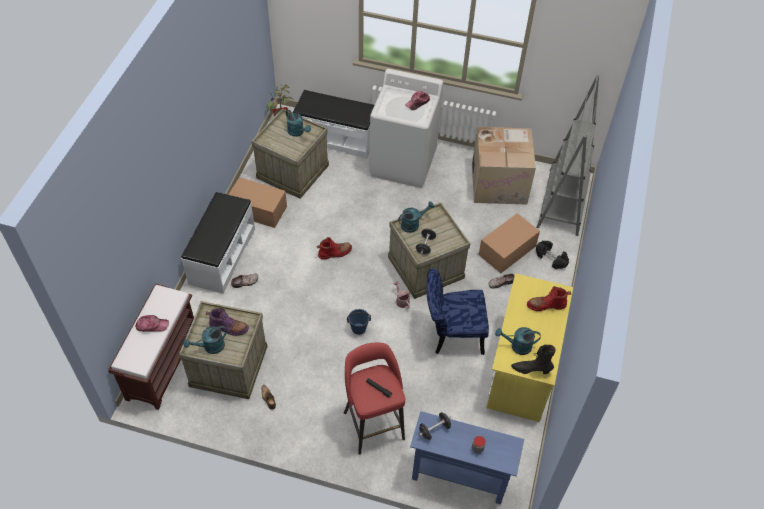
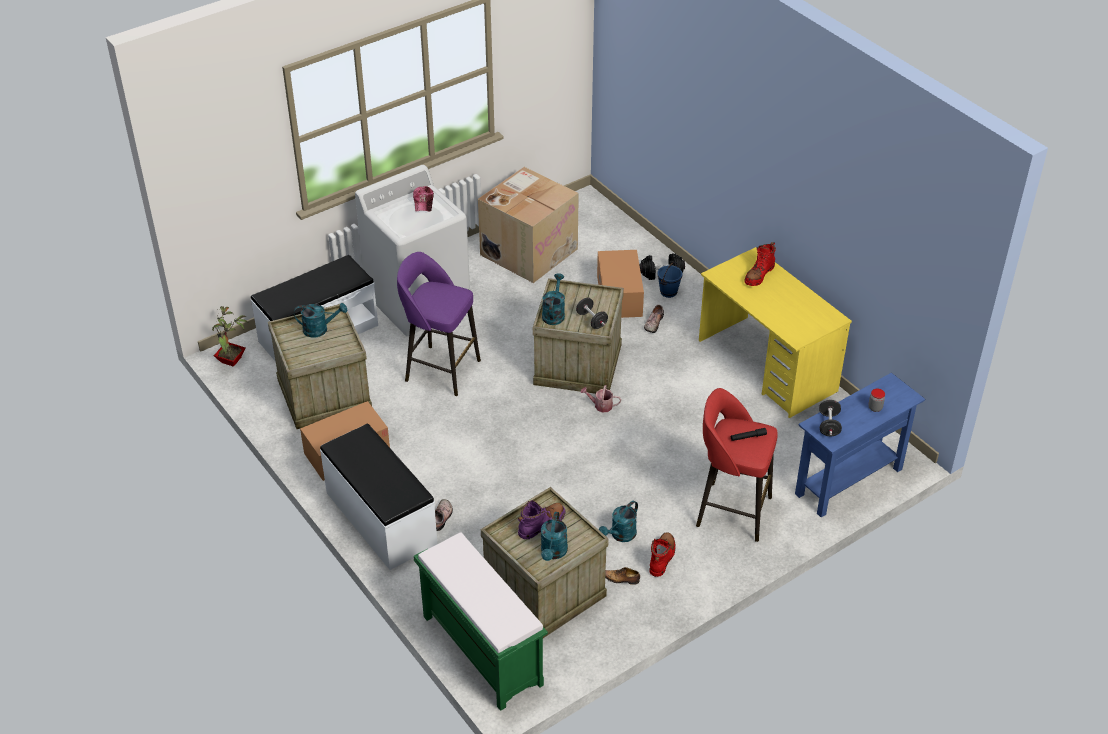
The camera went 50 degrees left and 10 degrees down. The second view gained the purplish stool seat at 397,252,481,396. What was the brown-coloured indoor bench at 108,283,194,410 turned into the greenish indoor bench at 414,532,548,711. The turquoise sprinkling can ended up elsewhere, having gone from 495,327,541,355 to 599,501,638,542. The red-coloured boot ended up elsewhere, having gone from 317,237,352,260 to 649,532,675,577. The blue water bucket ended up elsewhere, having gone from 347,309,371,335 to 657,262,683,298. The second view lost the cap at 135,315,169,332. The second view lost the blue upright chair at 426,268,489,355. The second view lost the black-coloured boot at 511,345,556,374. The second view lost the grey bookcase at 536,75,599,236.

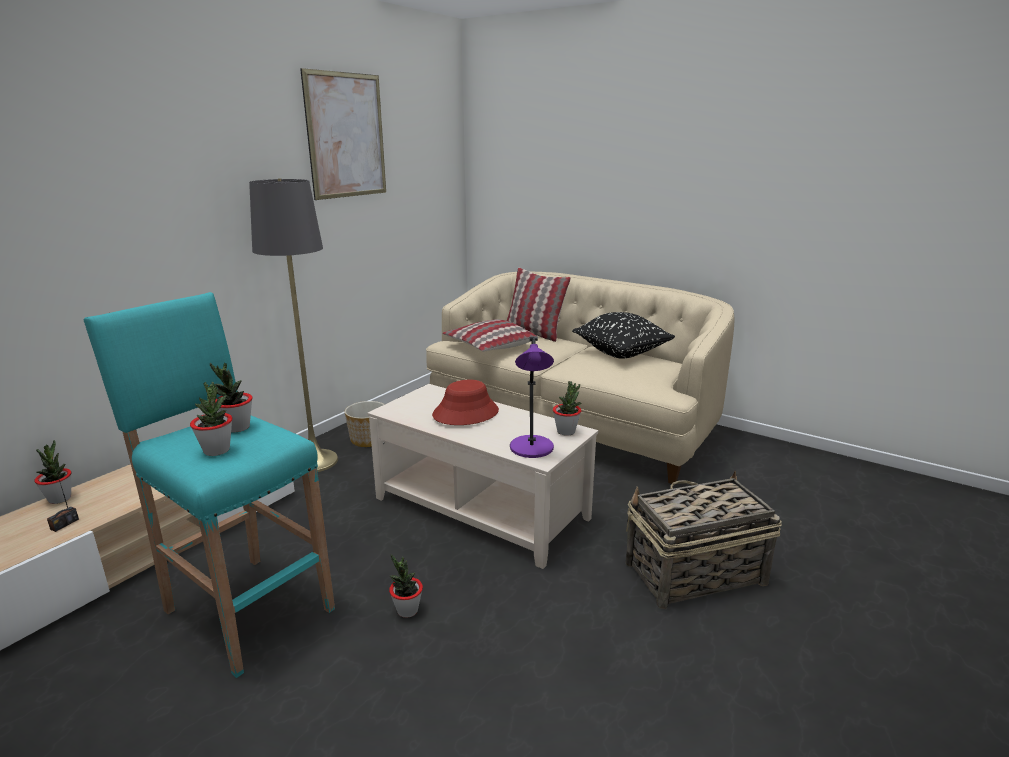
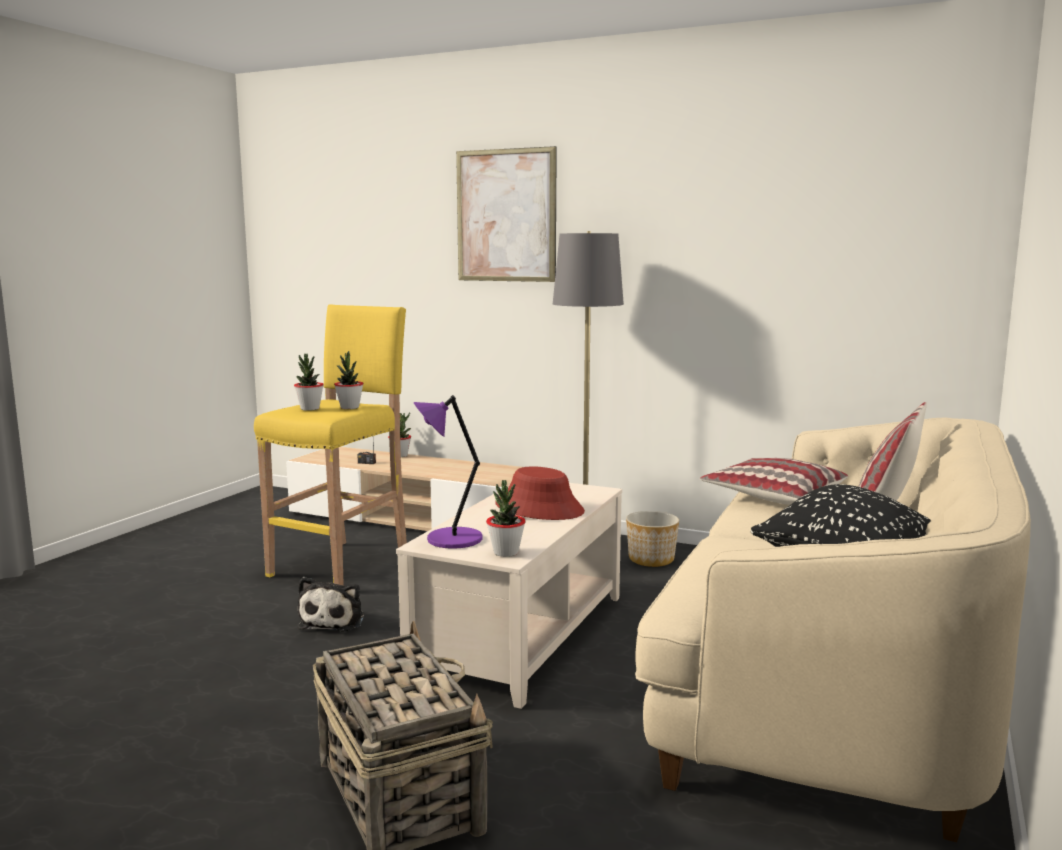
The camera went 80 degrees right and 10 degrees down. What was the turquoise stool seat at 83,292,335,678 turned into the yellow stool seat at 254,304,407,585. Where the plant in a pot stood at 389,554,423,618, the plush toy came to stand at 297,577,364,632. The wall art ended up elsewhere, having gone from 300,68,386,200 to 456,146,557,282.

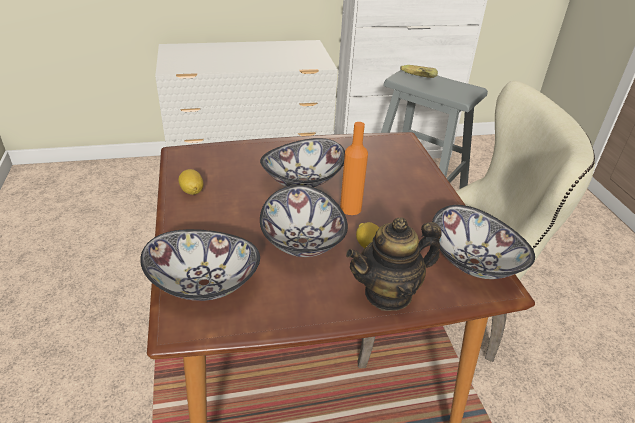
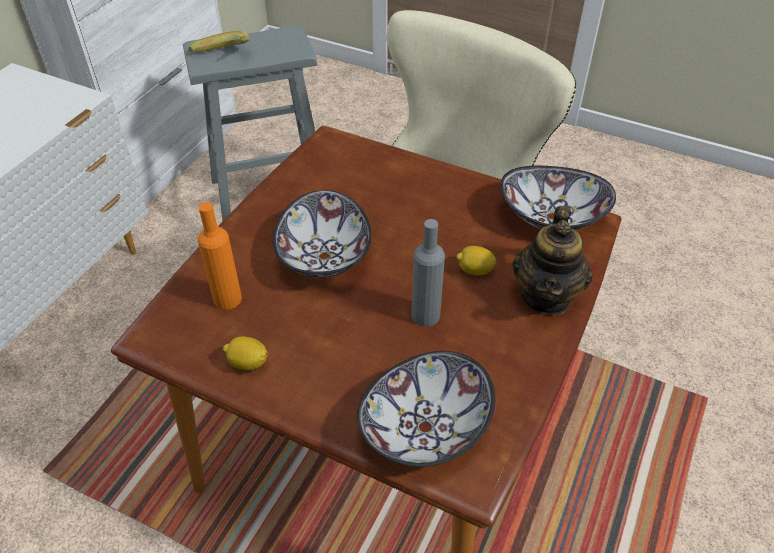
The camera went 50 degrees left and 10 degrees up. The orangey drink bottle ended up elsewhere, having gone from 340,122,368,215 to 198,202,242,310. Where the bowl stood at 260,185,348,257, the grey drink bottle came to stand at 411,219,445,327.

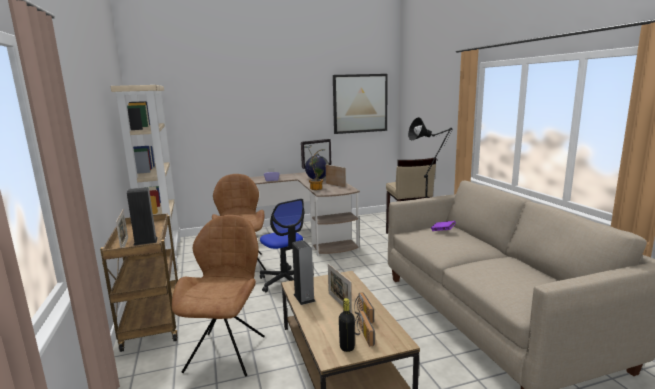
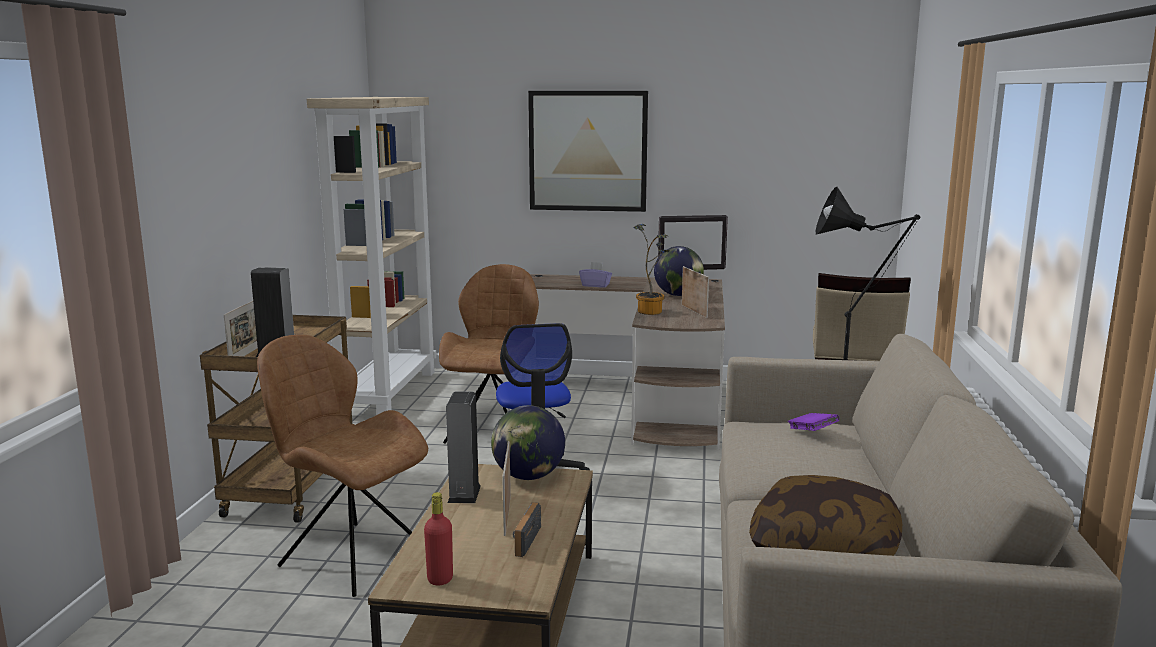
The camera went 25 degrees right and 0 degrees up. The brown-coloured upright chair at 172,215,265,377 ended up facing another way, 90 degrees counterclockwise from before. What was the black-coloured drink bottle at 339,298,355,352 turned into the red-coloured drink bottle at 424,492,453,586. The second view gained the globe at 491,405,565,480. The wall art ended up elsewhere, having gone from 333,74,388,134 to 528,91,648,212. The second view gained the pillow at 749,475,902,556. The second view lost the radio receiver at 355,311,375,346.

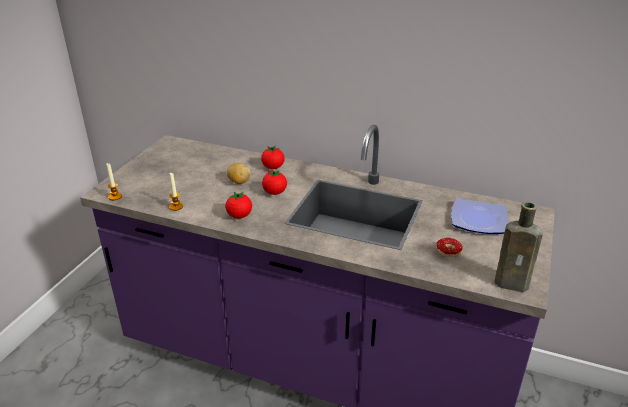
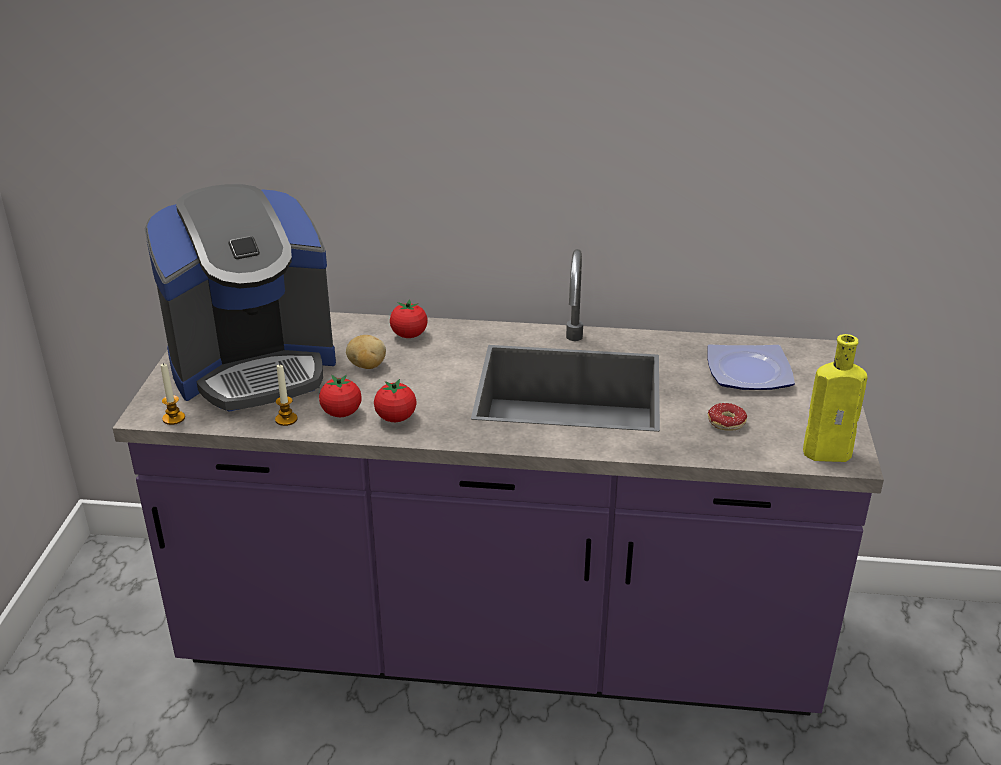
The camera went 15 degrees left and 0 degrees up. The second view gained the coffee brewer at 145,184,336,412. The whole tomato ended up elsewhere, having gone from 262,169,287,195 to 319,375,362,417. What was the brown-coloured drink bottle at 495,202,543,292 turned into the yellow drink bottle at 803,334,867,462.

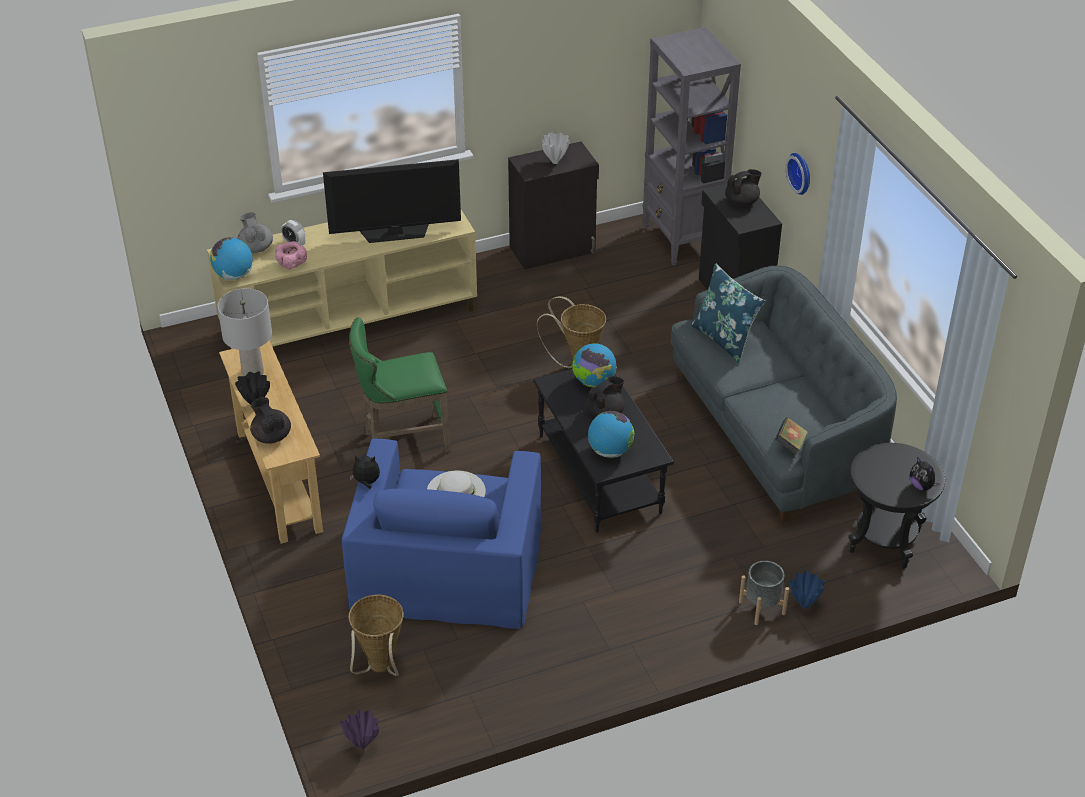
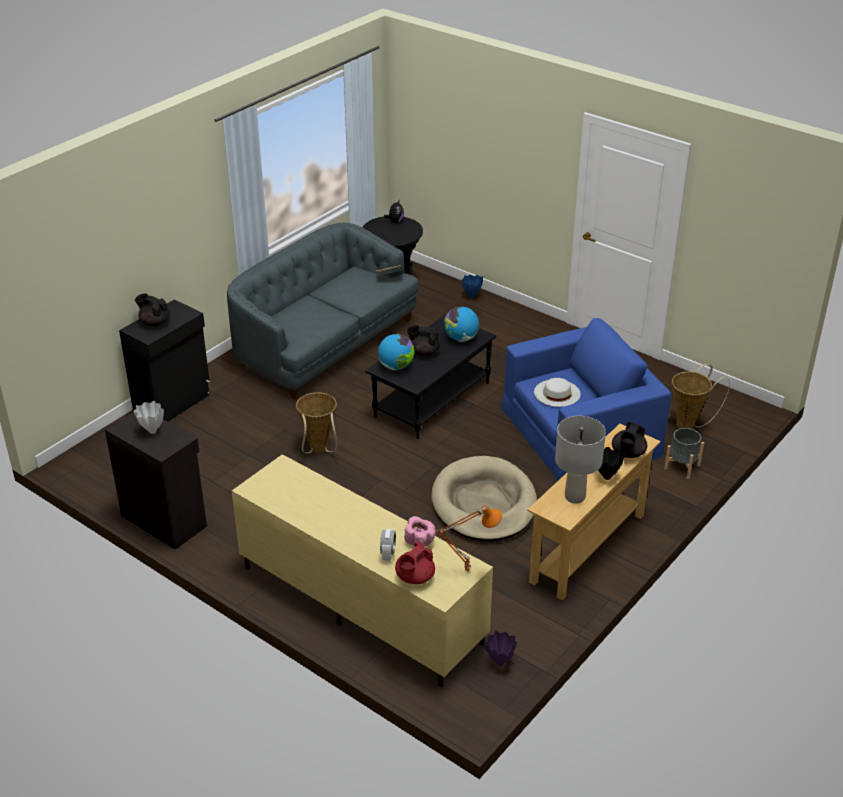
The camera went 120 degrees left and 5 degrees down. What was the grey pot for tea at 237,212,273,253 turned into the red-coloured pot for tea at 395,542,435,584. Where the greenish stool seat stood at 349,317,451,452, the sand-coloured pet bed came to stand at 431,456,537,542. Where the globe stood at 210,237,253,280, the orangey table lamp came to stand at 437,505,502,573. The purplish decorative vase ended up elsewhere, having gone from 340,710,379,749 to 485,631,517,666. The grey planter ended up elsewhere, having gone from 739,561,789,625 to 664,428,704,479. The second view lost the TV at 323,159,461,243. The second view lost the plush toy at 349,455,380,489. The second view lost the grey bookcase at 642,27,741,266. The second view lost the blue pillow at 691,264,765,364. The second view lost the clock on the wall at 785,153,810,195.

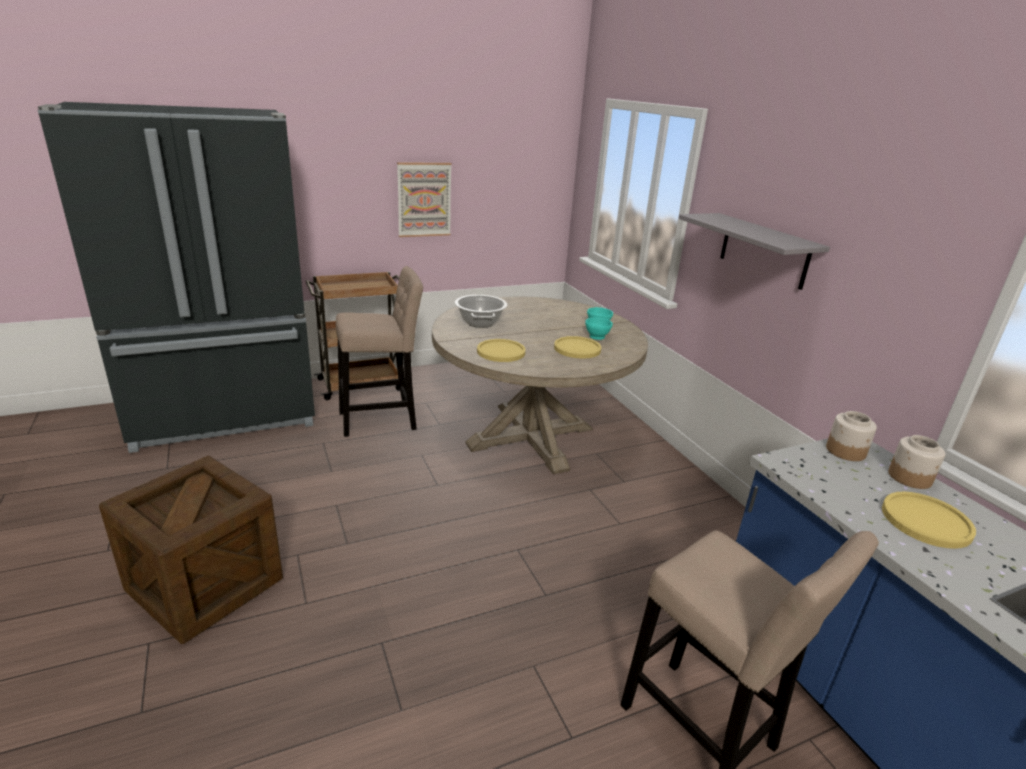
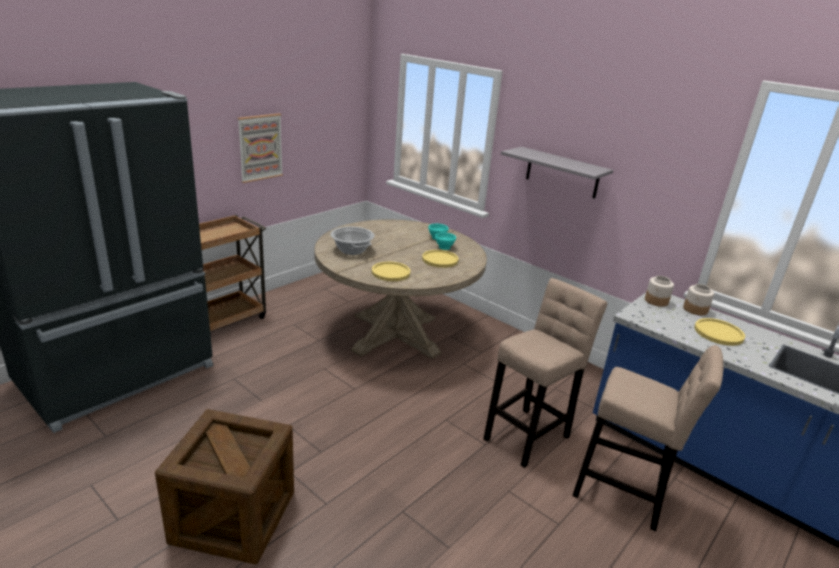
The camera went 25 degrees left and 0 degrees up. The sand-coloured stool seat ended up elsewhere, having gone from 336,266,423,437 to 483,278,607,468.

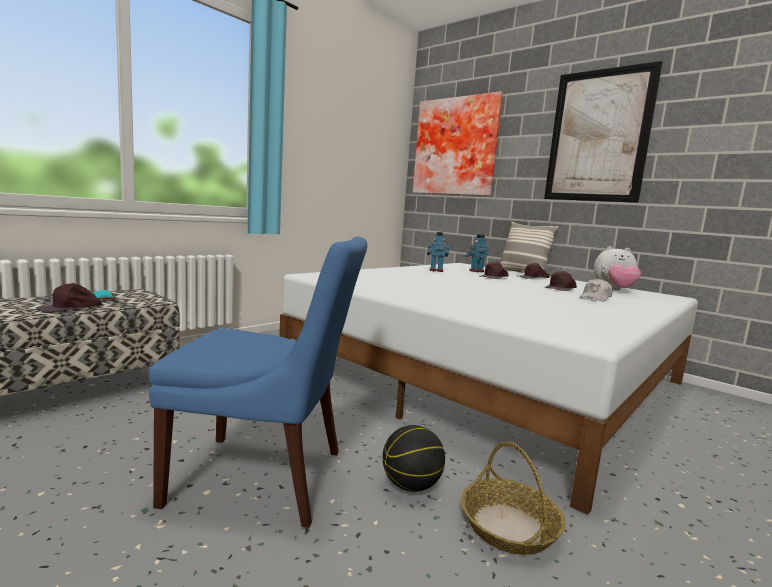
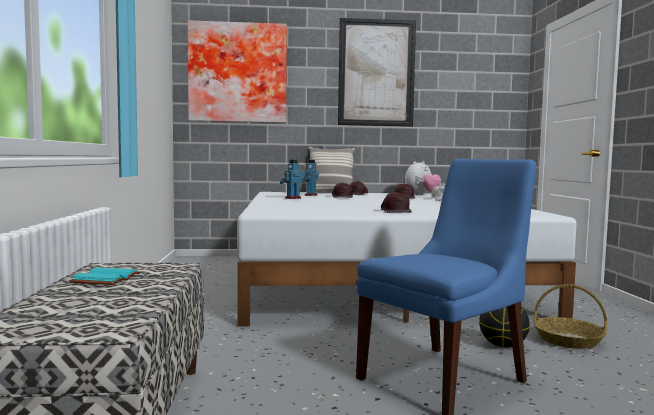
The camera went 45 degrees left and 5 degrees down. The brown-coloured cap ended up elsewhere, having gone from 36,283,102,312 to 381,192,412,213.

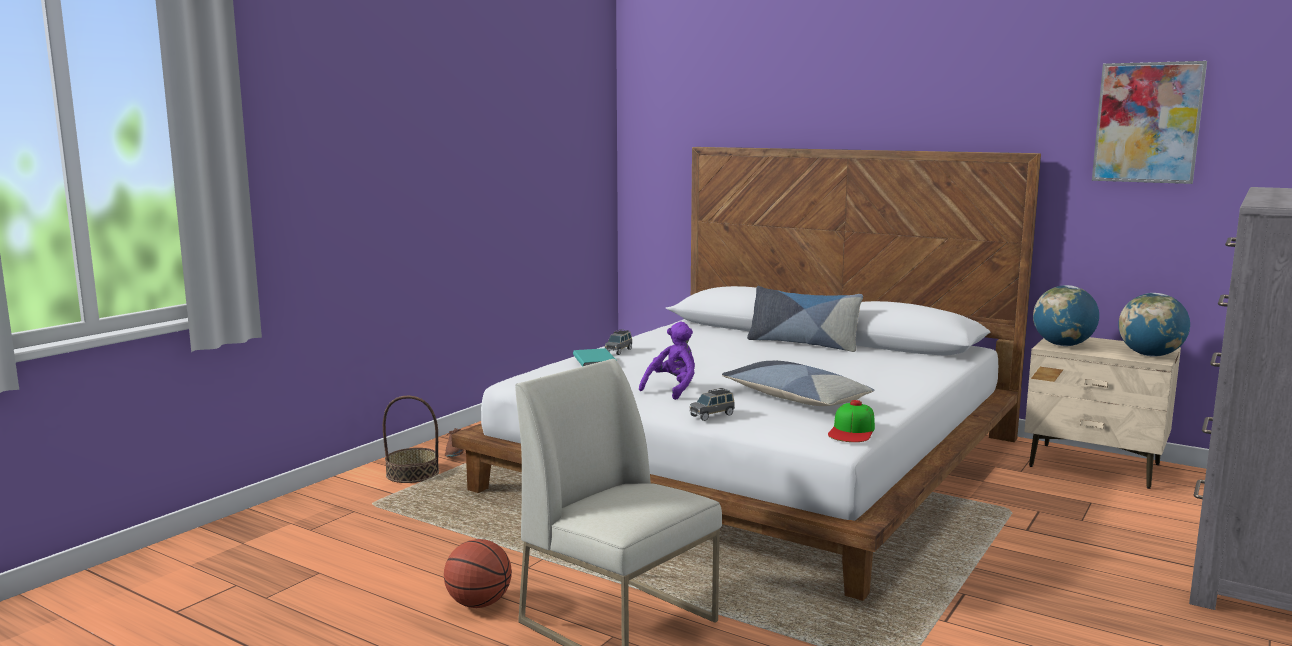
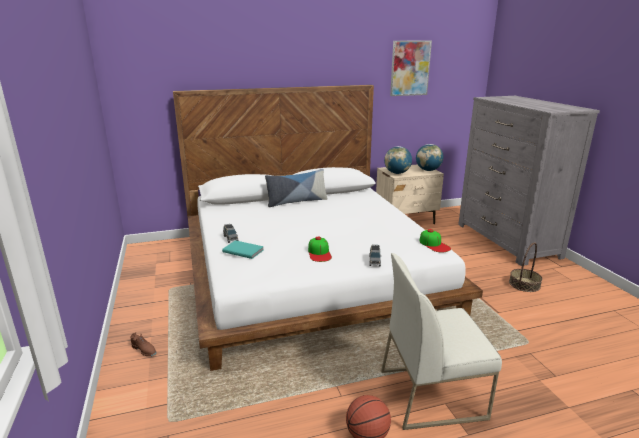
The camera went 50 degrees left and 10 degrees up. Where the purplish plush toy stood at 639,322,695,400, the cap came to stand at 308,237,332,262. The household basket ended up elsewhere, having gone from 383,396,439,483 to 509,242,542,292. The second view lost the pillow at 722,361,874,406.

